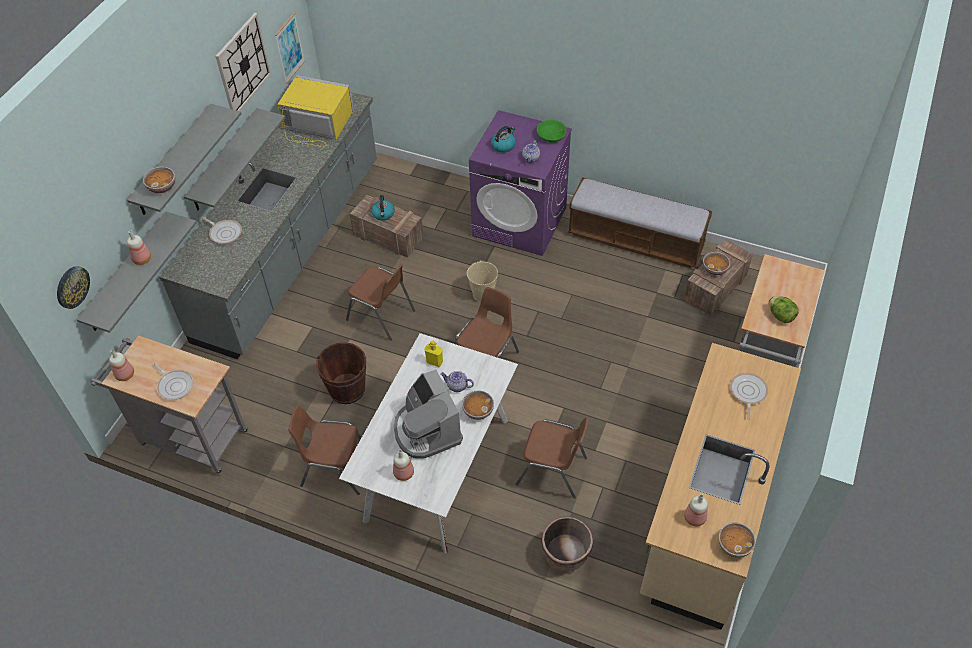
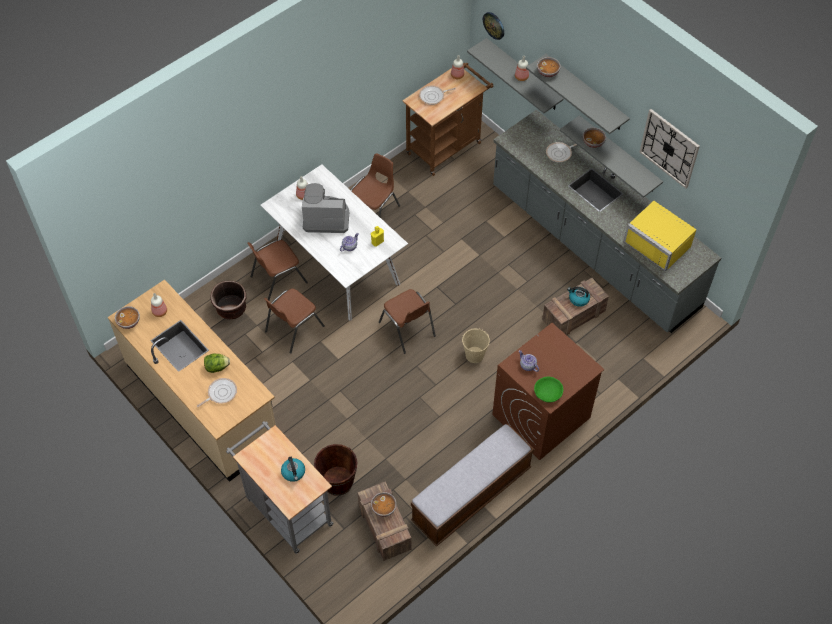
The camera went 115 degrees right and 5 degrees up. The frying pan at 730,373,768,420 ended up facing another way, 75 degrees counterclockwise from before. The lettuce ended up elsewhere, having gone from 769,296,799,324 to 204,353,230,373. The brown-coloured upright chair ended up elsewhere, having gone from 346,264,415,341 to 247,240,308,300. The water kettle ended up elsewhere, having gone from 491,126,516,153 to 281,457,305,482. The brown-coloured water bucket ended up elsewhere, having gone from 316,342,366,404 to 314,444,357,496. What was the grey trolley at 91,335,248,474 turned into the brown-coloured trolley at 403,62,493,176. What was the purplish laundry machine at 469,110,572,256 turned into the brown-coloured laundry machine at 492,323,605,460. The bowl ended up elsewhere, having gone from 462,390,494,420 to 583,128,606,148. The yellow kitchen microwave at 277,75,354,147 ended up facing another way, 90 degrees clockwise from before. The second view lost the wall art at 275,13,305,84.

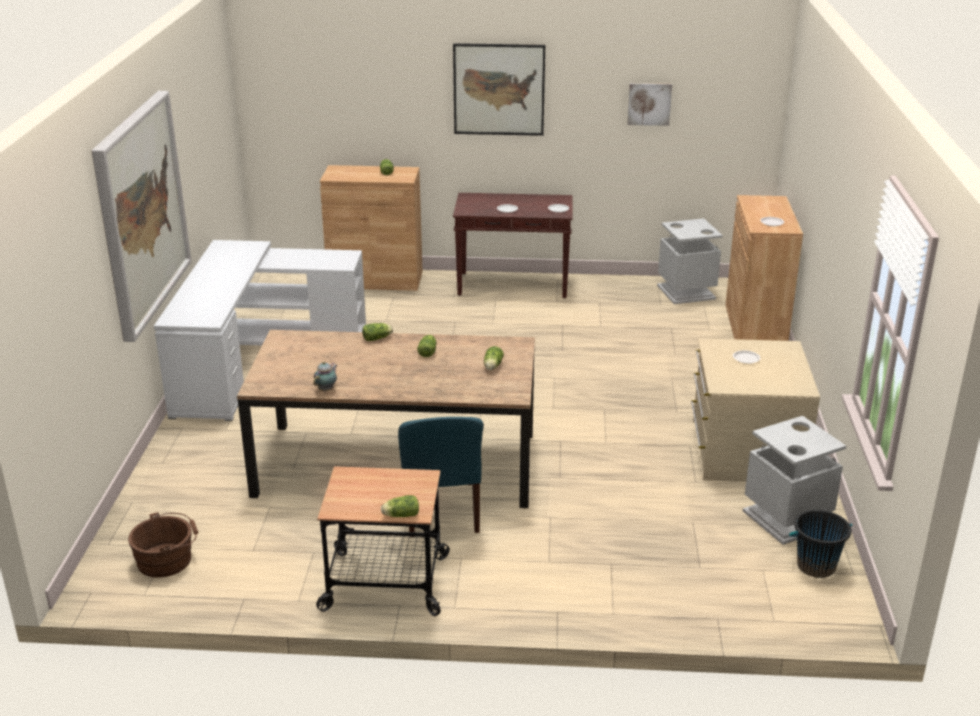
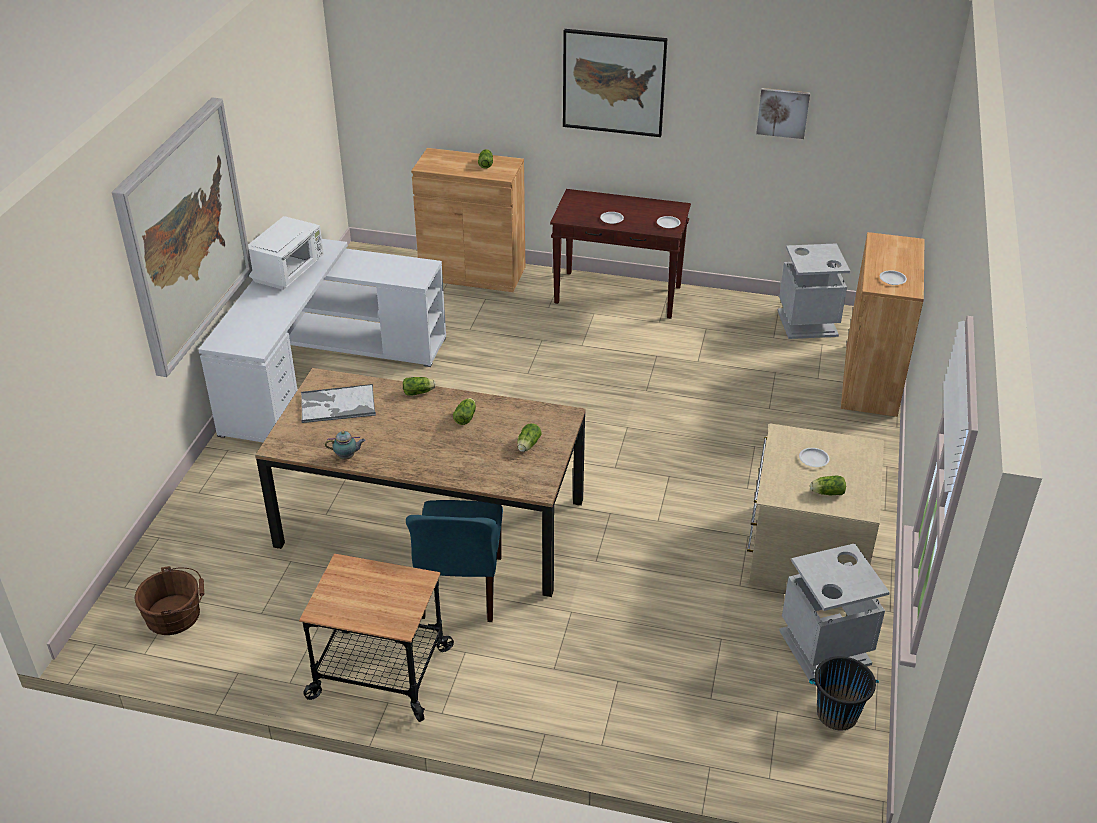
The camera went 10 degrees right and 10 degrees up. The second view gained the whitish kitchen microwave at 248,216,324,290. The second view gained the tray at 301,384,376,423. The pot for tea at 313,361,337,391 ended up facing another way, 45 degrees clockwise from before. The lettuce ended up elsewhere, having gone from 381,495,419,517 to 810,476,846,495.

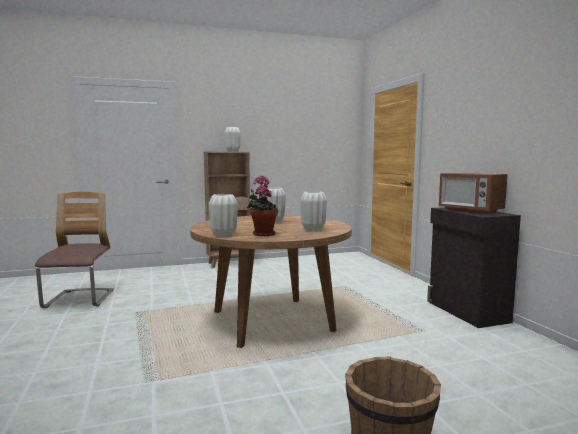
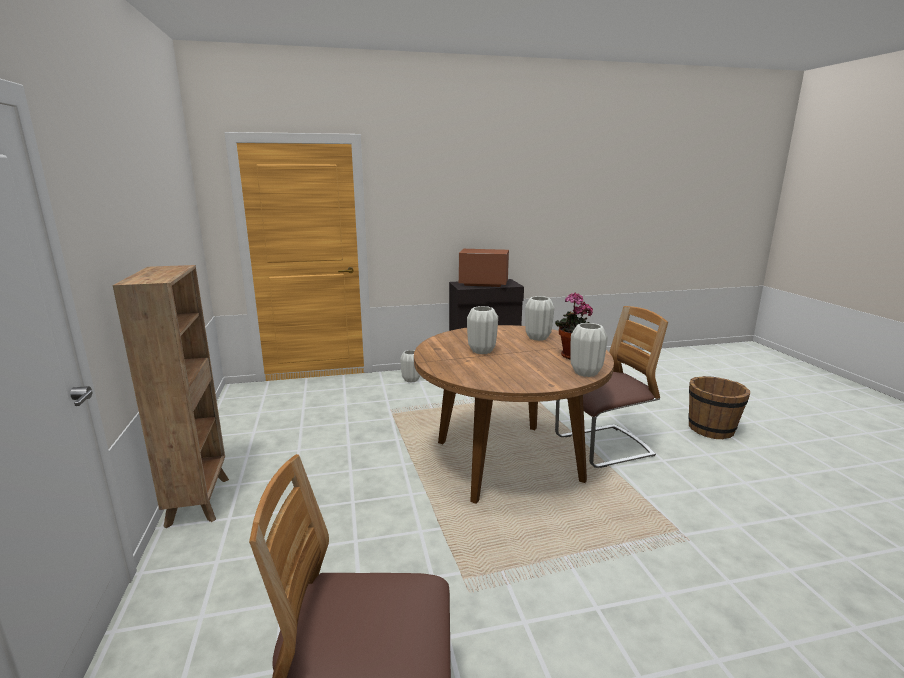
The camera went 85 degrees left and 10 degrees up. The whitish decorative vase ended up elsewhere, having gone from 224,127,241,152 to 400,350,420,383. The kitchen microwave at 439,173,508,214 ended up facing another way, 135 degrees counterclockwise from before. The second view gained the upright chair at 555,306,668,468.

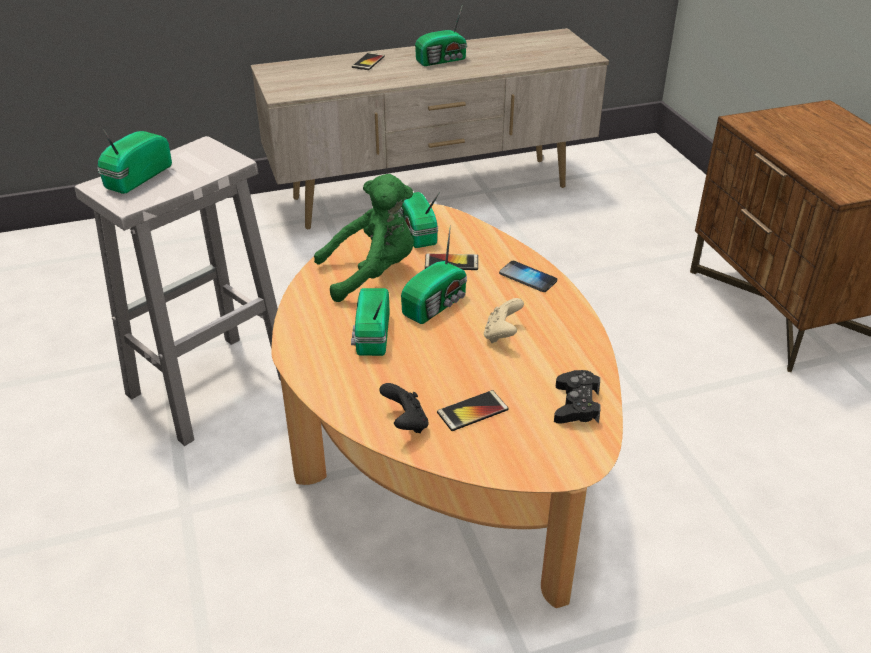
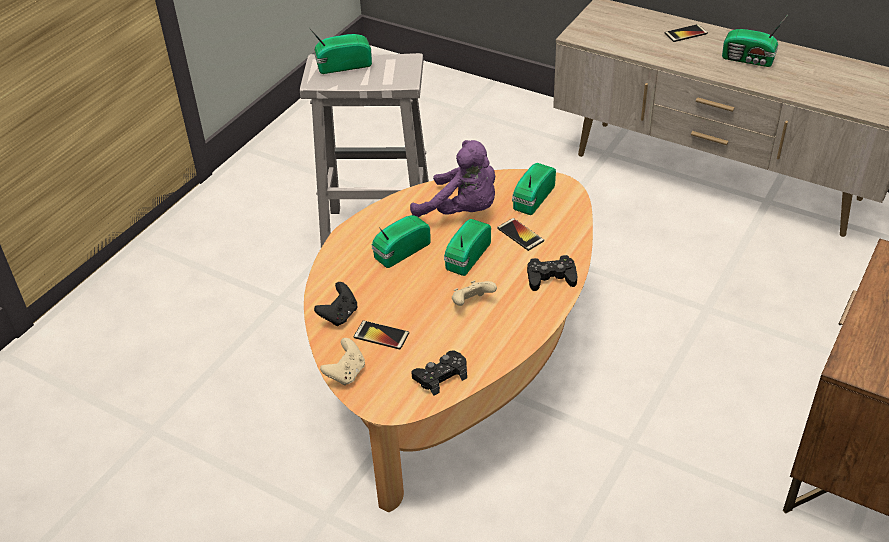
The camera went 50 degrees right and 5 degrees up. The second view gained the sand-coloured gamepad at 320,338,365,386. What was the greenish plush toy at 314,174,414,302 turned into the purplish plush toy at 410,140,495,217. The radio receiver at 401,225,467,324 ended up facing another way, 120 degrees clockwise from before. Where the handset stood at 499,261,557,292, the black-coloured gamepad came to stand at 527,255,577,291.

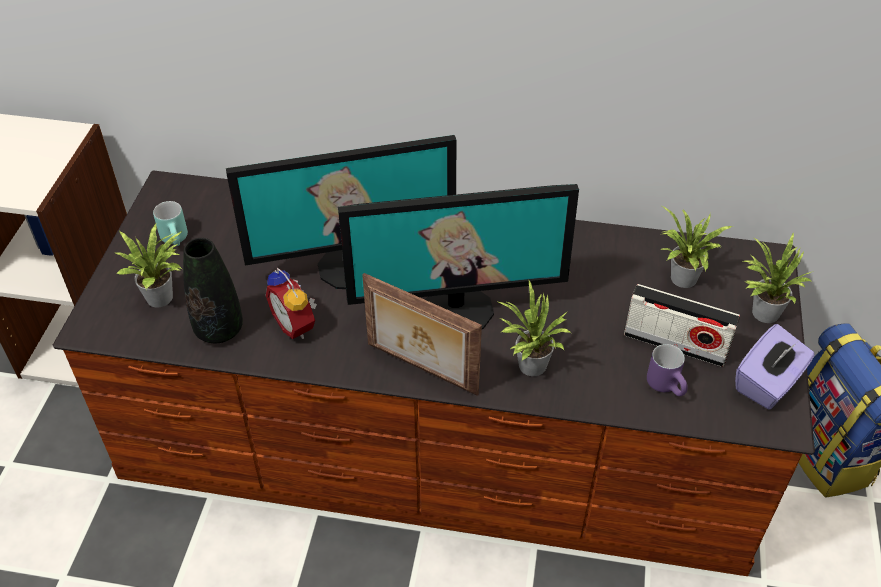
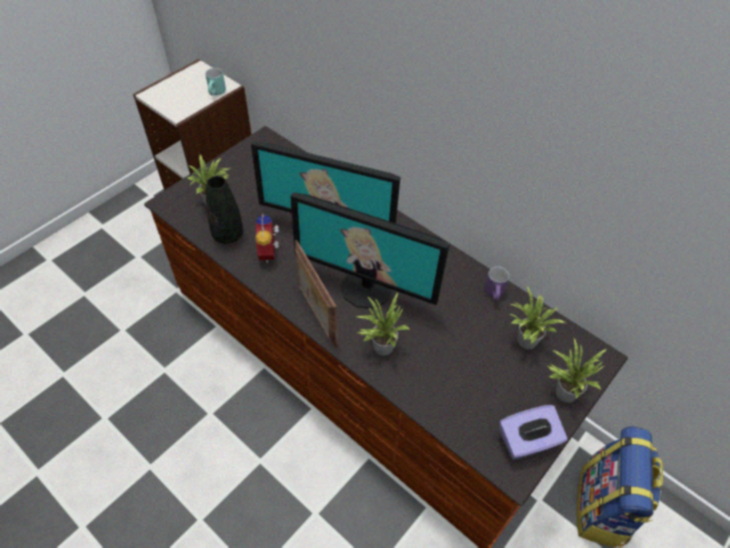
The camera went 30 degrees right and 5 degrees up. The turquoise tea mug ended up elsewhere, having gone from 153,201,188,246 to 205,68,226,96. The purplish tea mug ended up elsewhere, having gone from 647,344,688,396 to 484,266,509,301. The second view lost the radio receiver at 624,284,740,367.

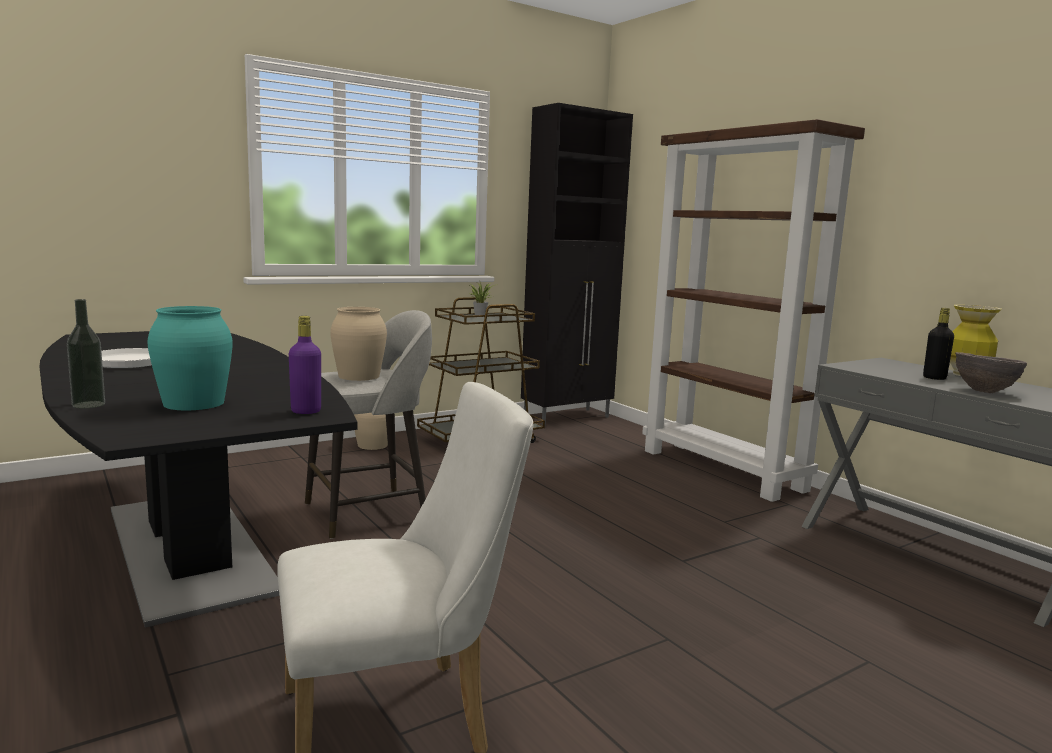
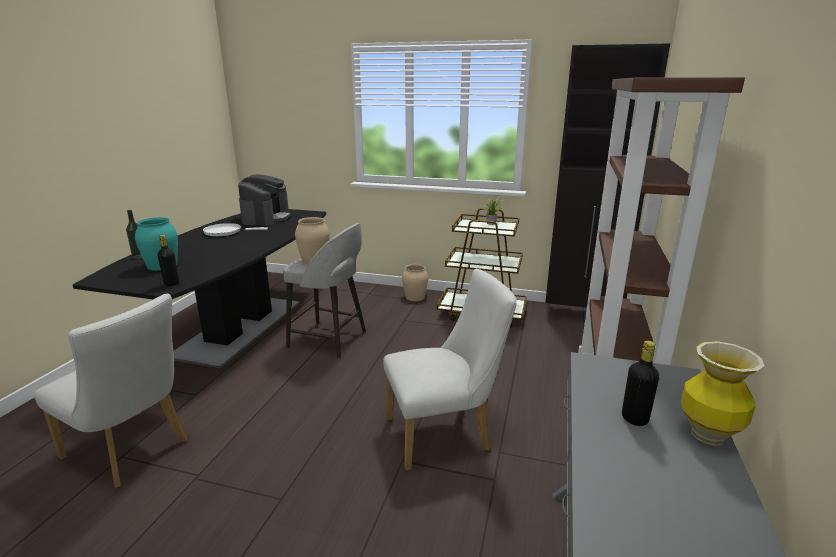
The camera went 50 degrees right and 10 degrees up. What was the purplish drink bottle at 289,316,321,414 turned into the black-coloured drink bottle at 158,235,179,286. The second view gained the coffee brewer at 238,174,291,226. The second view gained the whitish upright chair at 383,269,517,471. The second view lost the brown-coloured bowl at 955,352,1027,393.

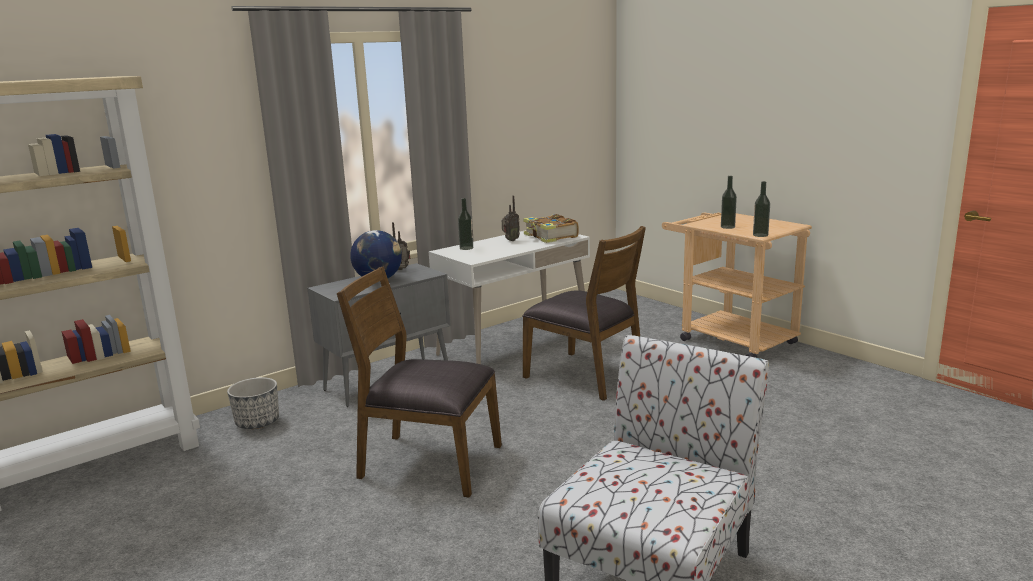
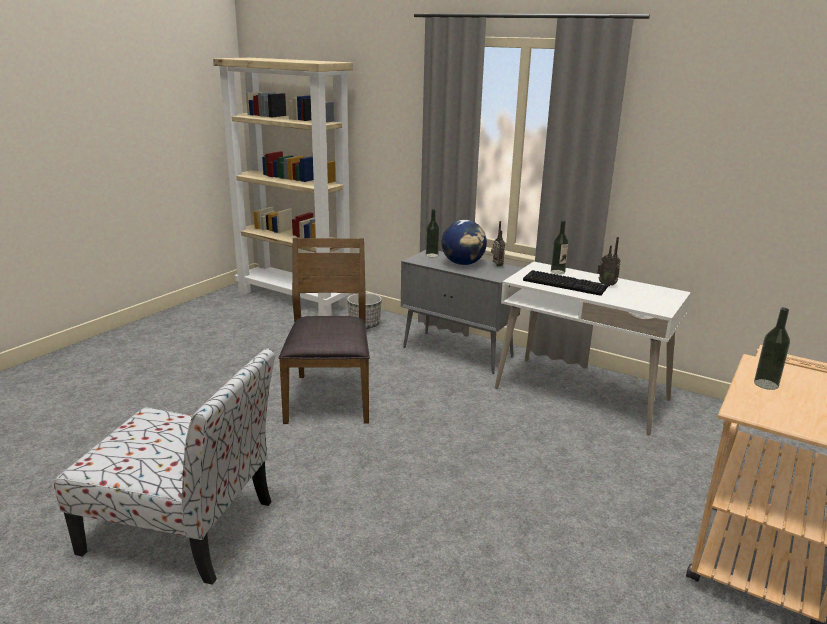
The camera went 70 degrees right and 5 degrees up. The drink bottle ended up elsewhere, having gone from 753,181,770,237 to 426,209,439,257. The second view gained the keyboard at 523,270,608,296. The second view lost the brown-coloured upright chair at 522,226,646,401. The second view lost the book at 523,214,579,243.

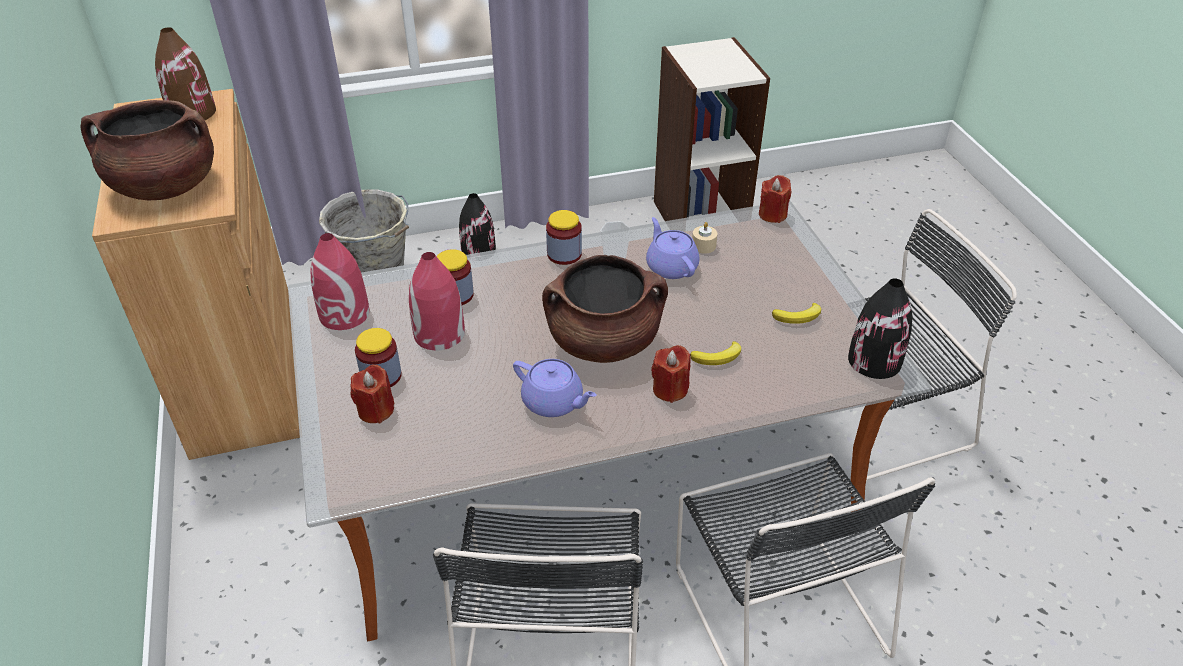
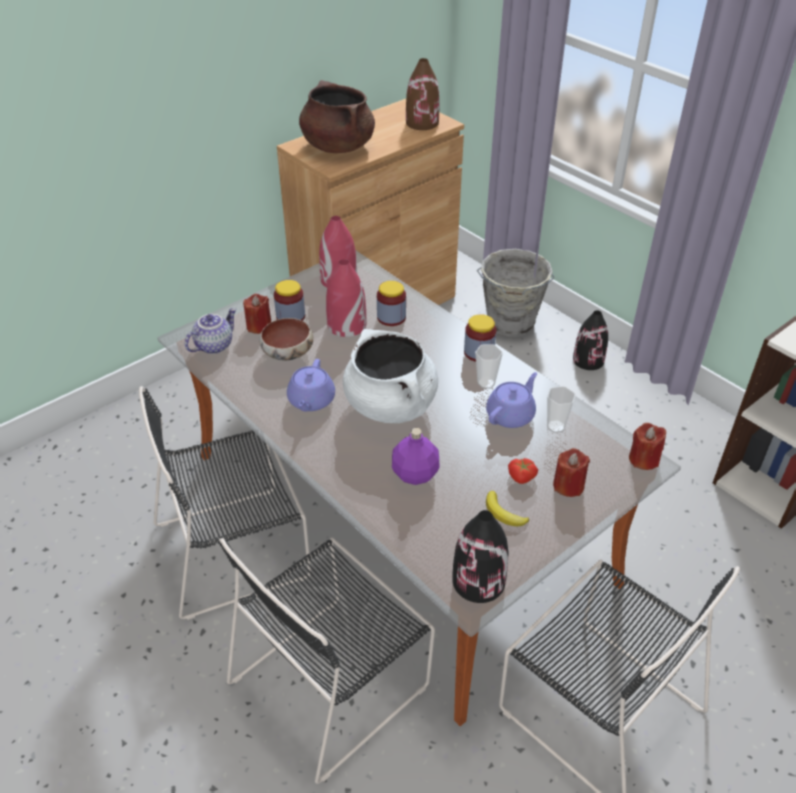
The camera went 65 degrees right and 0 degrees up. The second view gained the pot for tea at 185,308,237,354. The second view gained the bowl at 260,318,313,360. What was the brown-coloured cooking pot at 542,255,668,363 turned into the whitish cooking pot at 343,329,438,423. Where the banana stood at 690,341,741,365, the purplish drink bottle came to stand at 392,428,440,485. The second view gained the whole tomato at 508,458,538,484. Where the sand-coloured candle stood at 692,222,717,253, the drinking cup came to stand at 547,386,576,433. The red-coloured candle ended up elsewhere, having gone from 651,345,691,403 to 553,448,590,497.

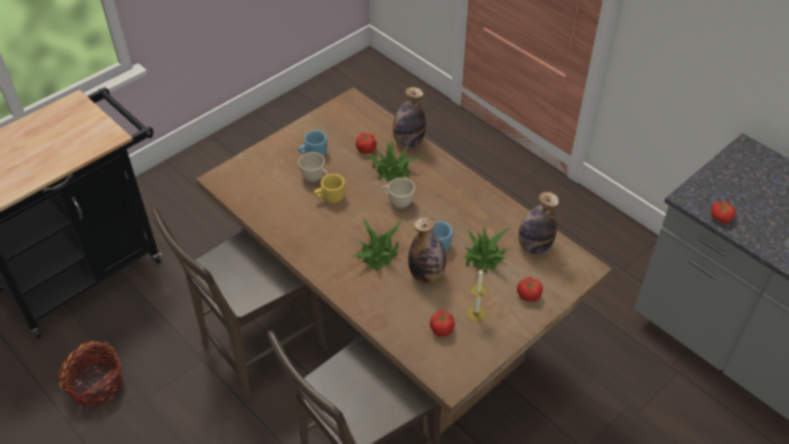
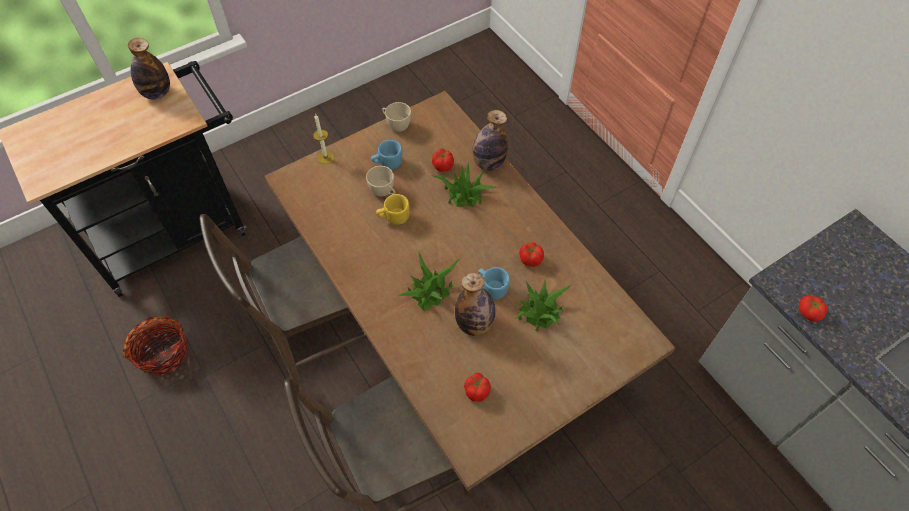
The camera went 10 degrees right and 10 degrees up. The drink bottle ended up elsewhere, having gone from 518,192,559,254 to 128,38,170,100. The candle ended up elsewhere, having gone from 467,269,487,322 to 313,115,334,164. The sand-coloured drinking cup ended up elsewhere, having gone from 382,178,415,208 to 382,102,411,132. The whole tomato ended up elsewhere, having gone from 517,277,543,302 to 519,242,544,267.

